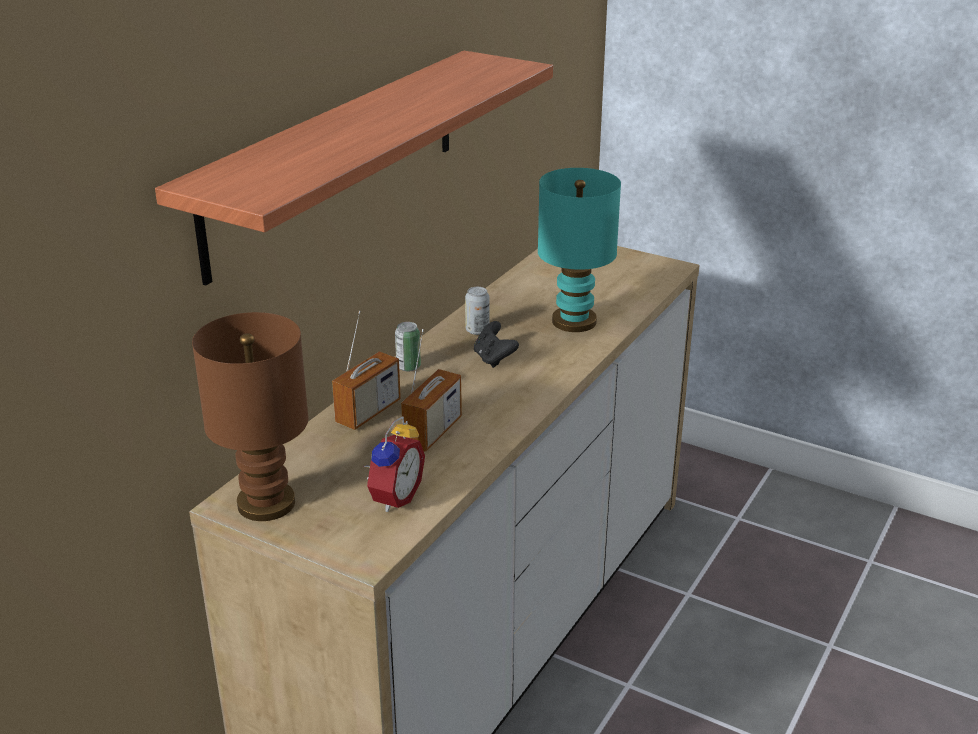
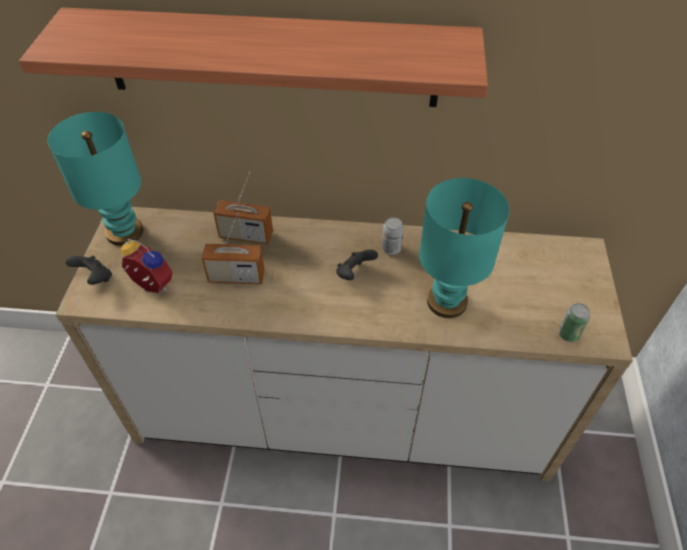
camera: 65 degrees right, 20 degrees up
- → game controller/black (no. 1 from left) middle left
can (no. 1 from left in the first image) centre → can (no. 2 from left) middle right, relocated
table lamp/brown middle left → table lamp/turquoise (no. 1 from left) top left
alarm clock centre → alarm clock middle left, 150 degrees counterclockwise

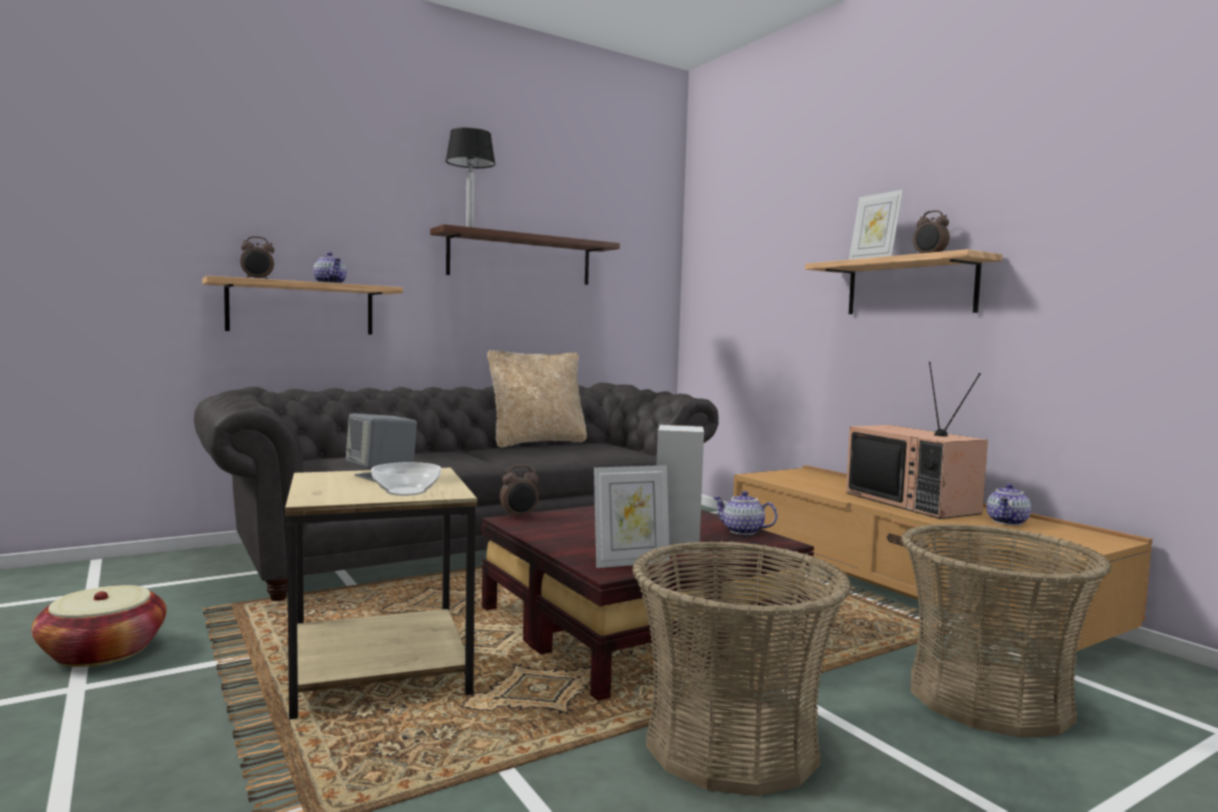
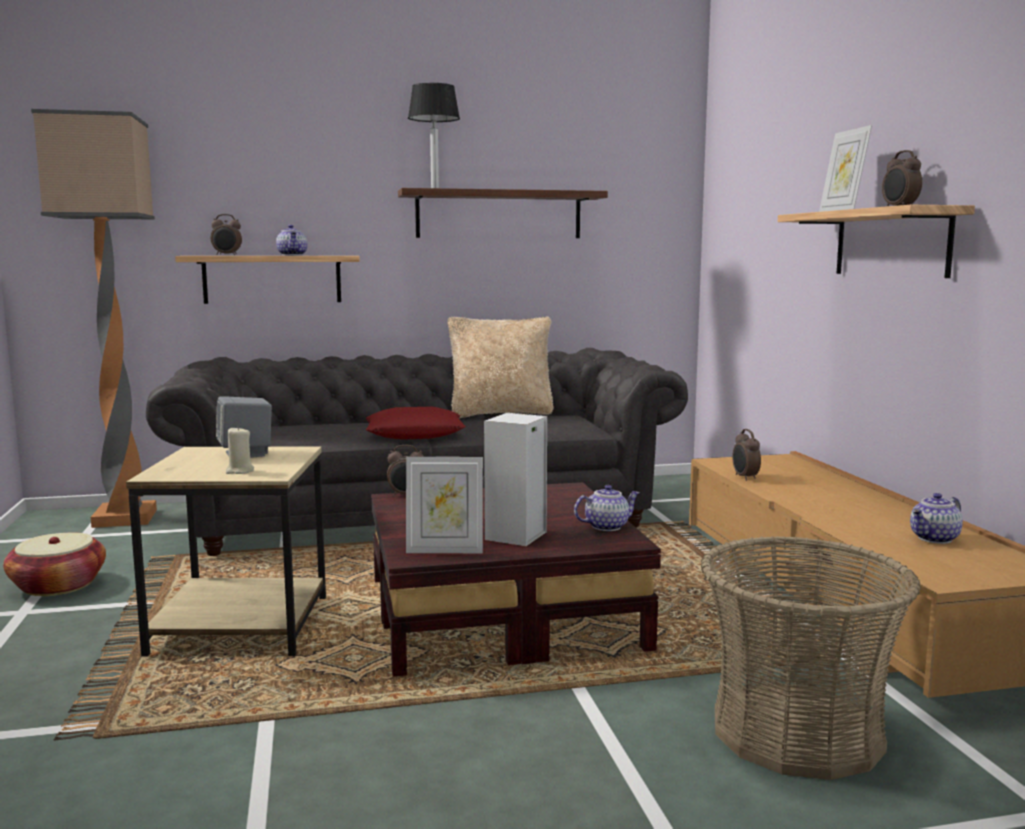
camera: 20 degrees right, 5 degrees up
basket (no. 2 from left) bottom centre → -
television middle right → -
- → floor lamp middle left
- → pillow/red centre
- → alarm clock (no. 3 from left) middle right
bowl centre → candle/beige middle left
teapot (no. 2 from left) centre, 105 degrees clockwise

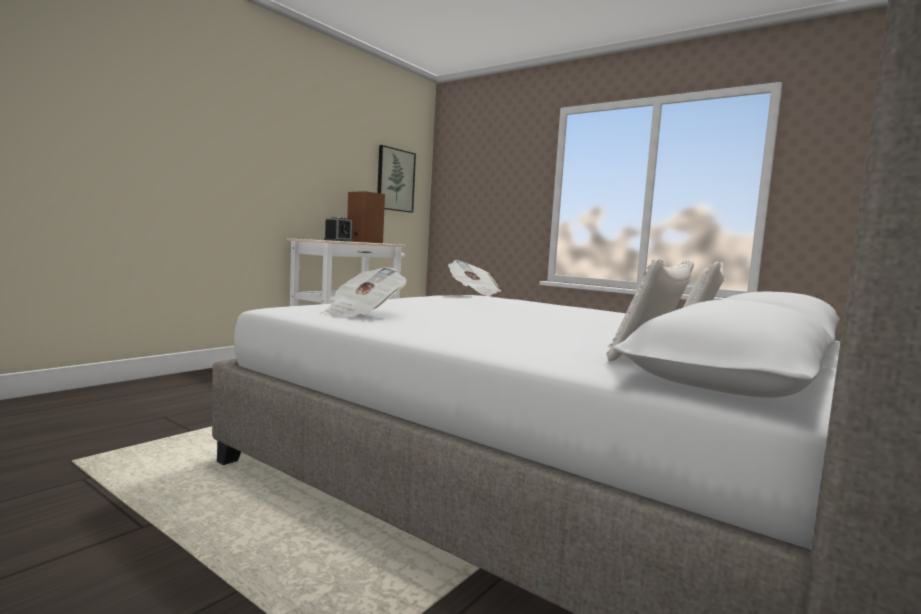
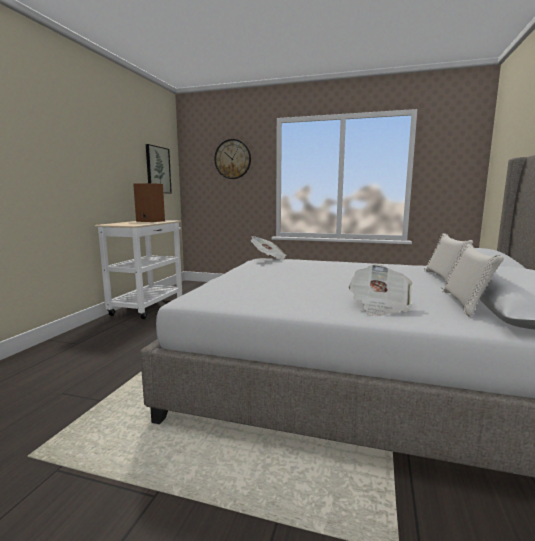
camera: 20 degrees left, 5 degrees up
alarm clock centre → -
- → wall clock top centre
newspaper (no. 1 from left in the first image) centre → newspaper (no. 2 from left) middle right, relocated

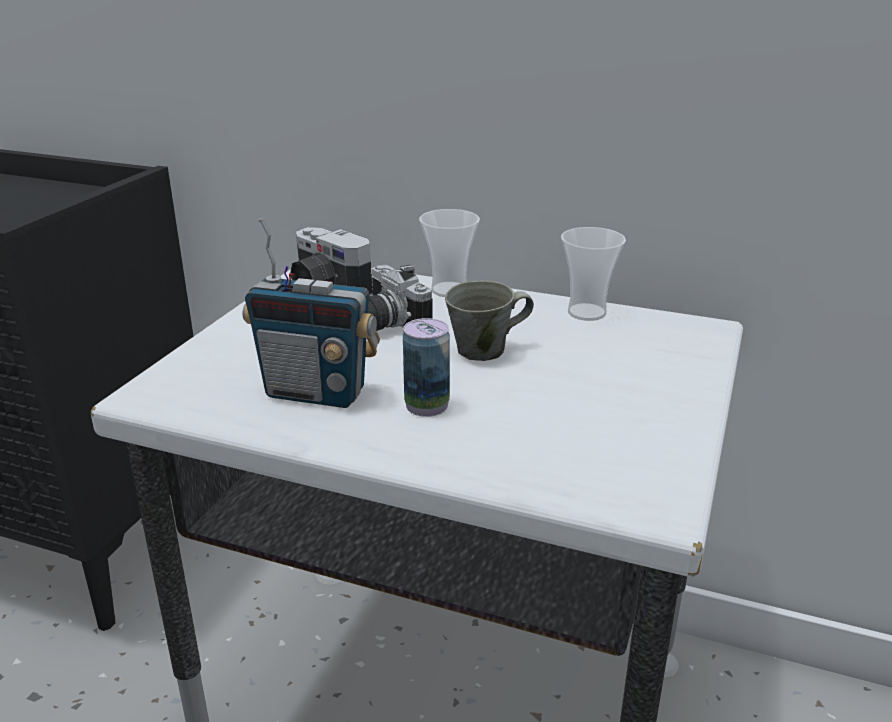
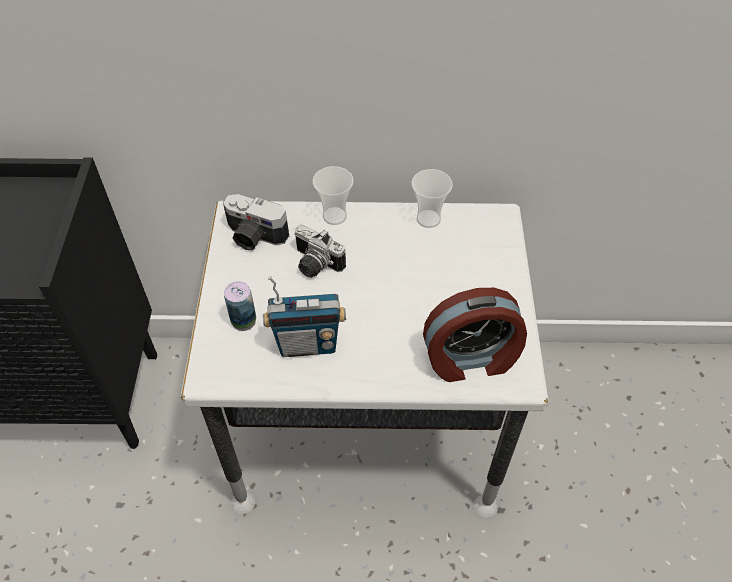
camera: 20 degrees left, 25 degrees up
mug/grey centre → -
- → alarm clock centre
can centre → can middle left, relocated

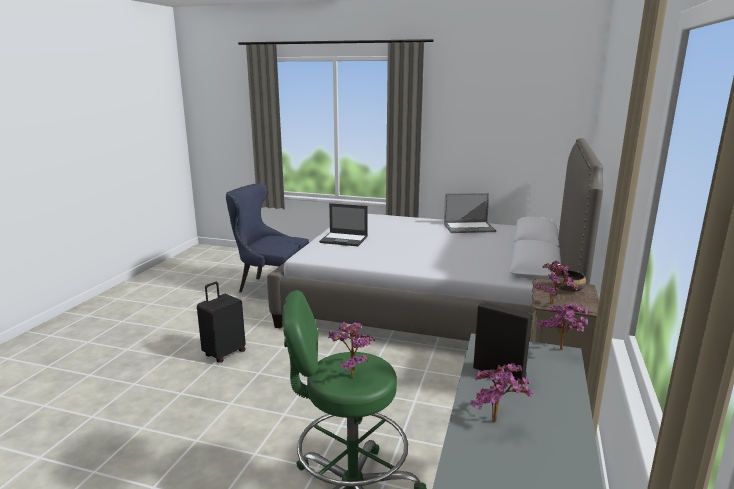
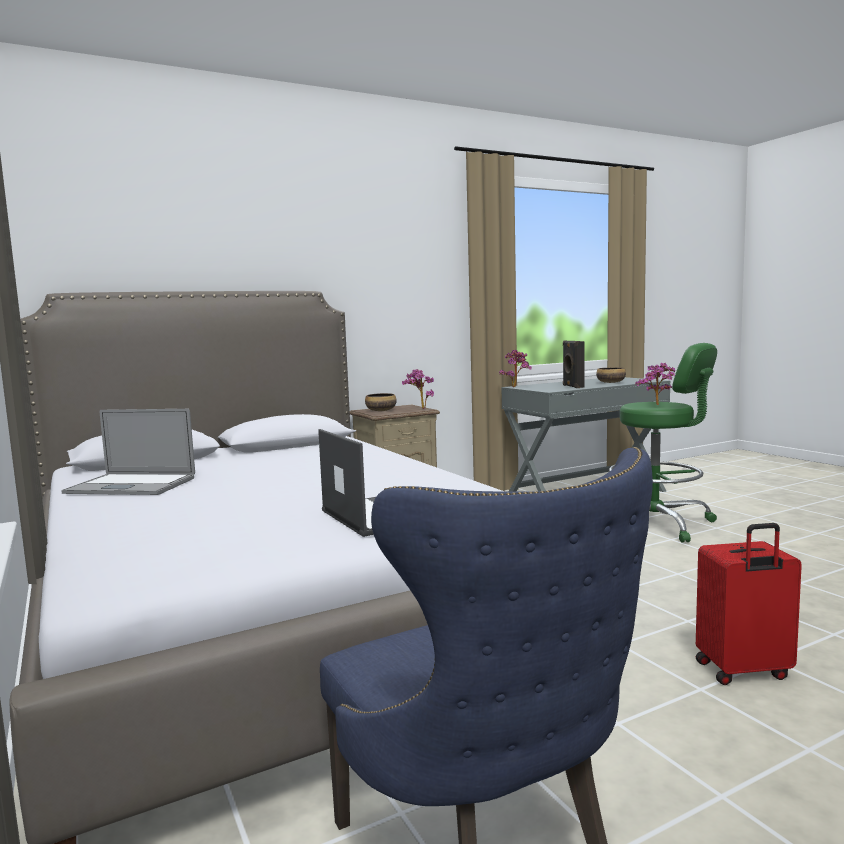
camera: 135 degrees left, 10 degrees down
potted plant (no. 2 from left) bottom right → bowl (no. 2 from left) middle right
suitcase/black middle left → suitcase/red bottom right
laptop (no. 2 from left in the first image) centre → laptop (no. 1 from left) middle left, 150 degrees clockwise

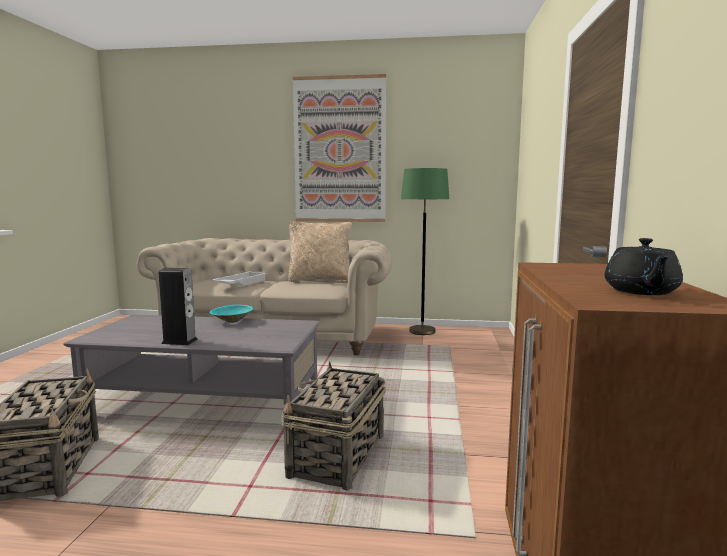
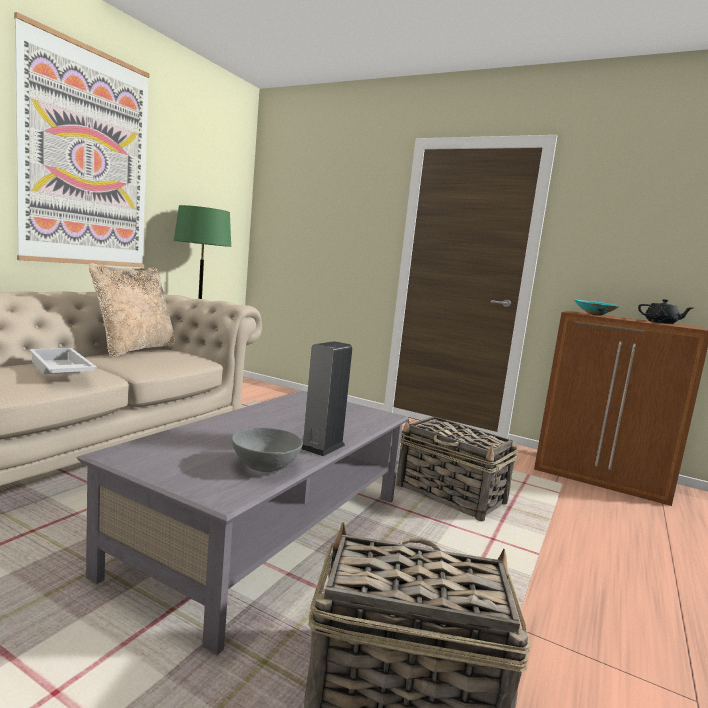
camera: 70 degrees left, 0 degrees up
- → bowl/grey centre
bowl/turquoise middle left → bowl/turquoise middle right, relocated

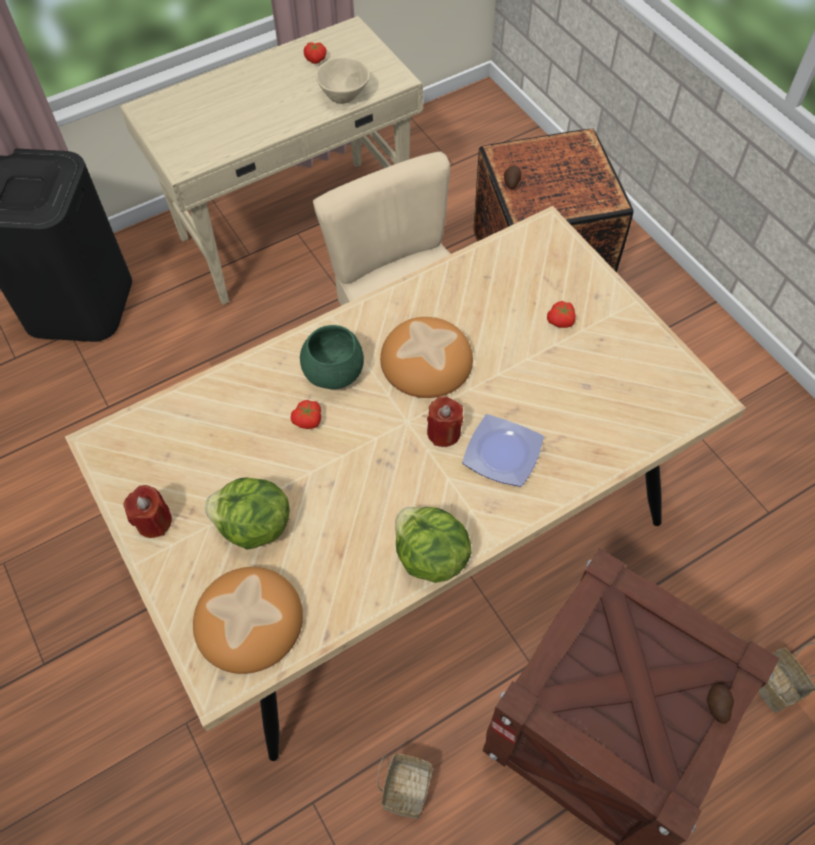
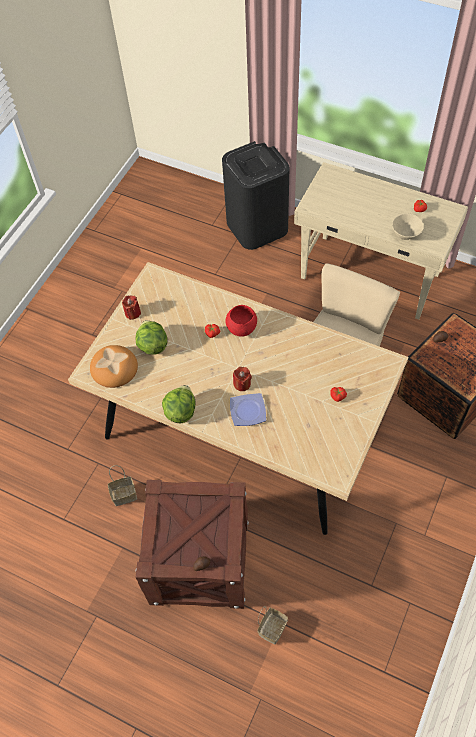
camera: 60 degrees right, 0 degrees up
bread (no. 2 from left) centre → -
bowl/green centre → bowl/red centre

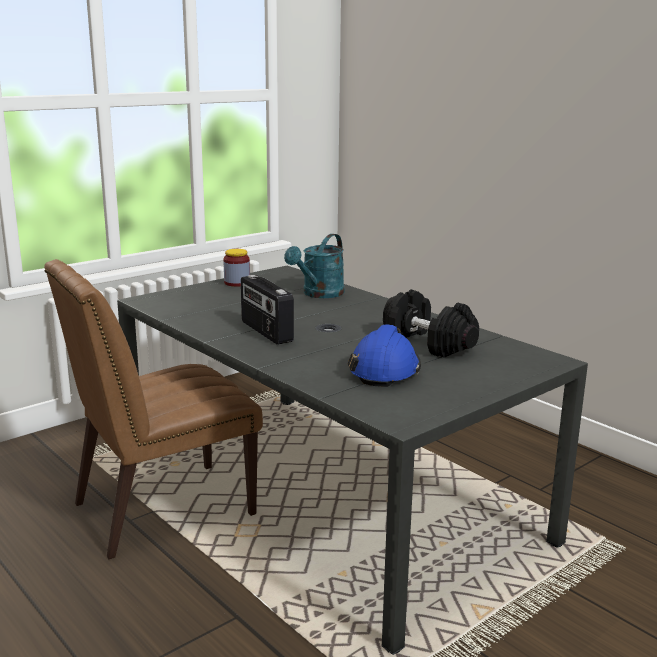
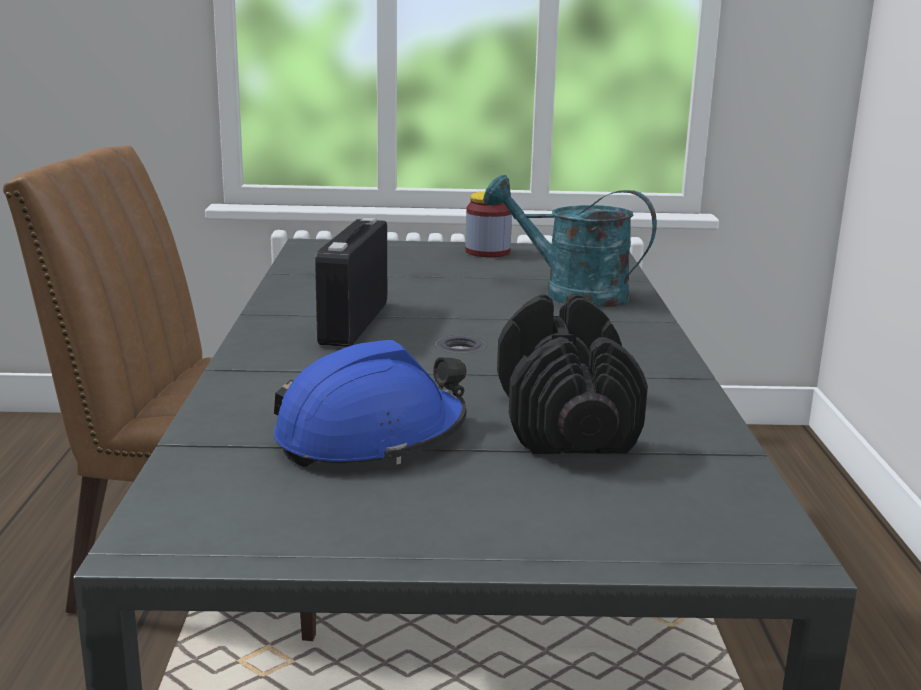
camera: 40 degrees right, 0 degrees up
watering can/turquoise centre, 45 degrees clockwise

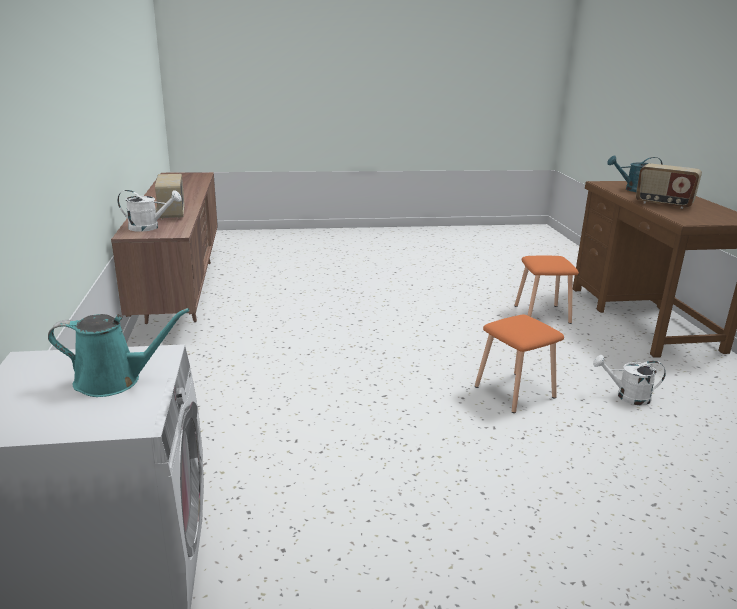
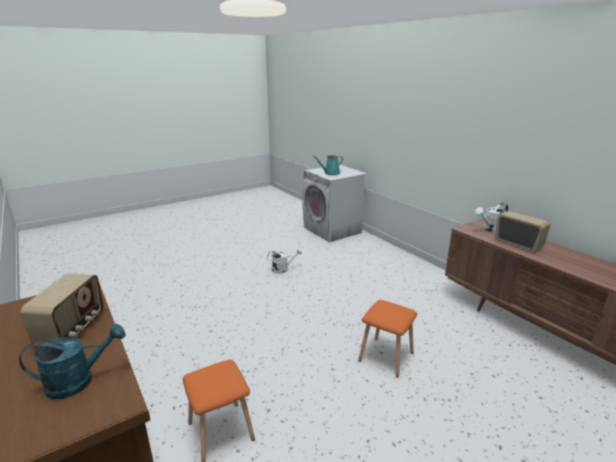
camera: 155 degrees right, 0 degrees up
stool/orange (no. 1 from left in the first image) middle right → stool/orange (no. 2 from left) bottom centre, relocated
watering can/white (no. 2 from left in the first image) middle right → watering can/white (no. 1 from left) centre, relocated
radio (no. 2 from left in the first image) top right → radio (no. 1 from left) bottom left, 90 degrees clockwise

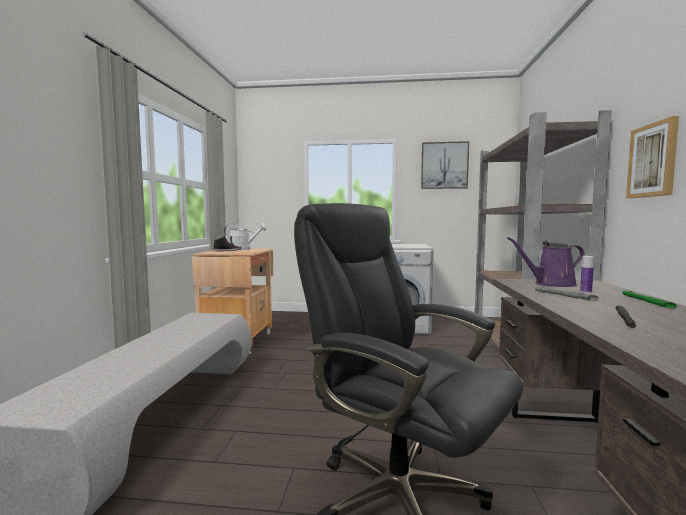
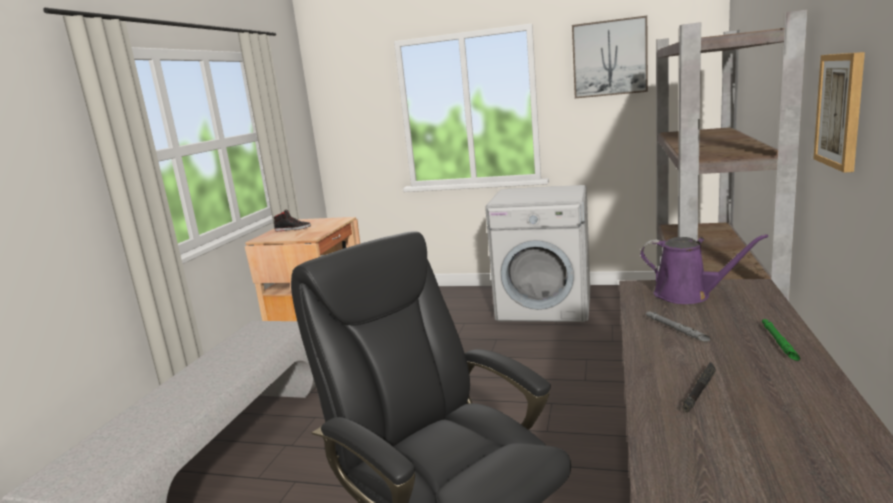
camera: 10 degrees right, 10 degrees up
watering can/white centre → -
bottle middle right → -
watering can/purple middle right, 150 degrees counterclockwise

